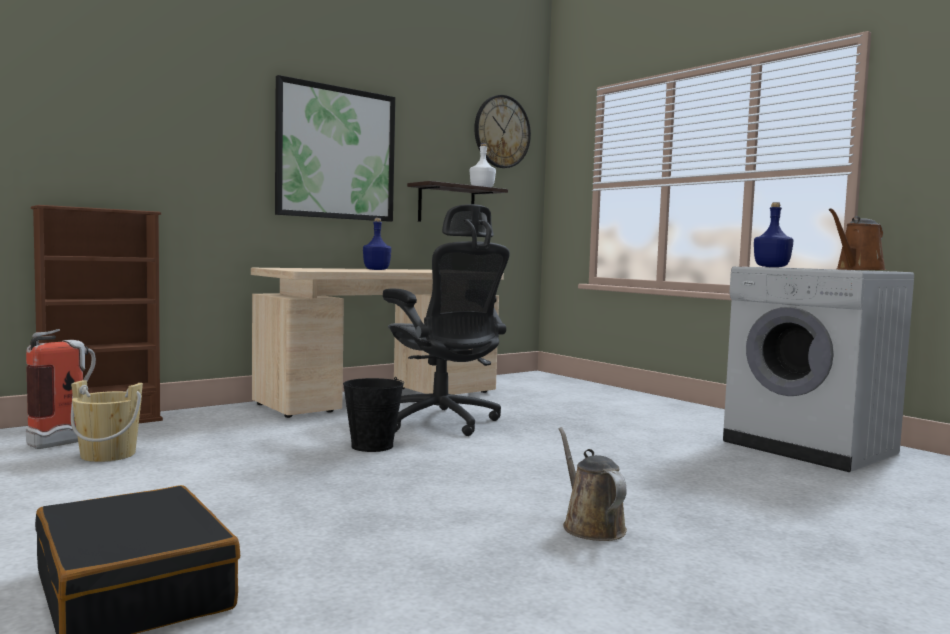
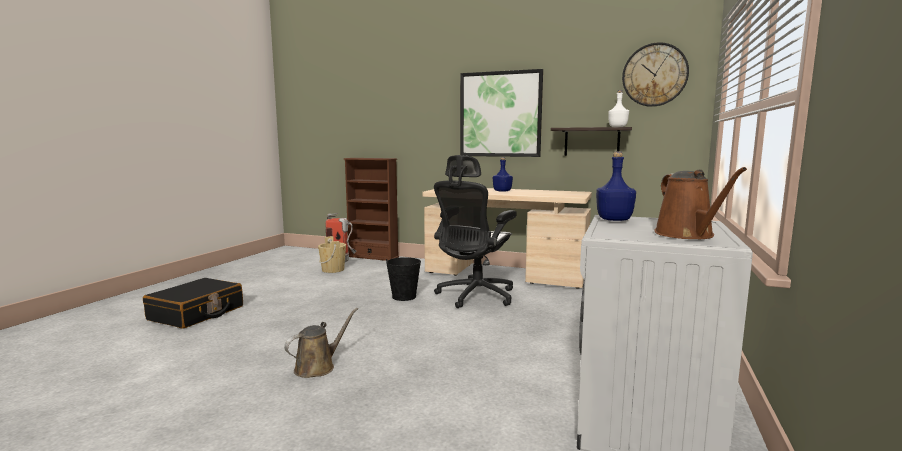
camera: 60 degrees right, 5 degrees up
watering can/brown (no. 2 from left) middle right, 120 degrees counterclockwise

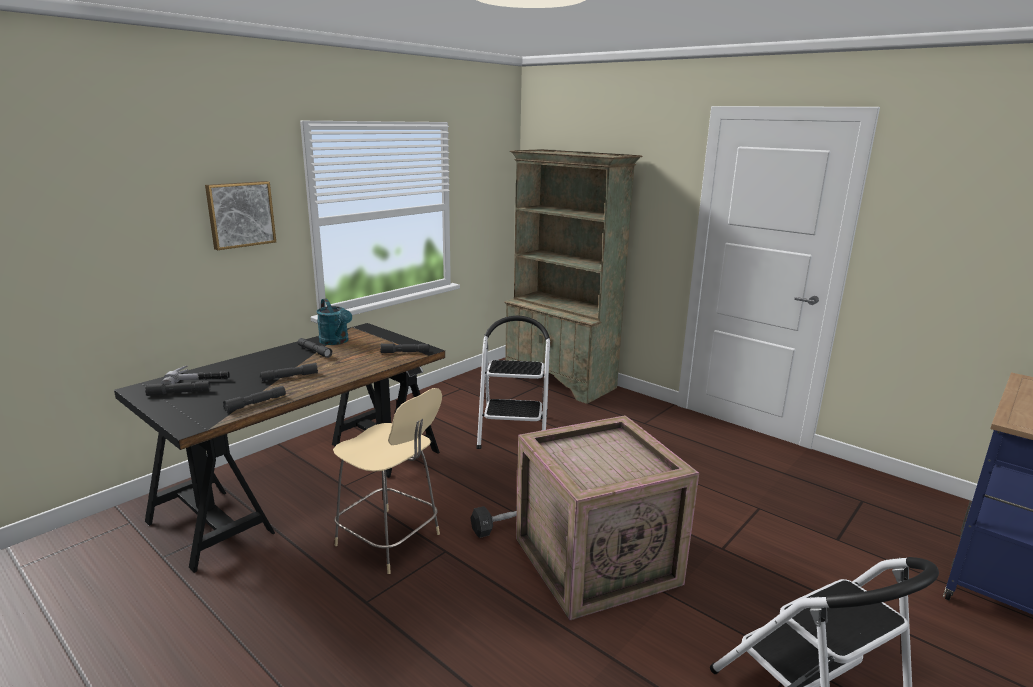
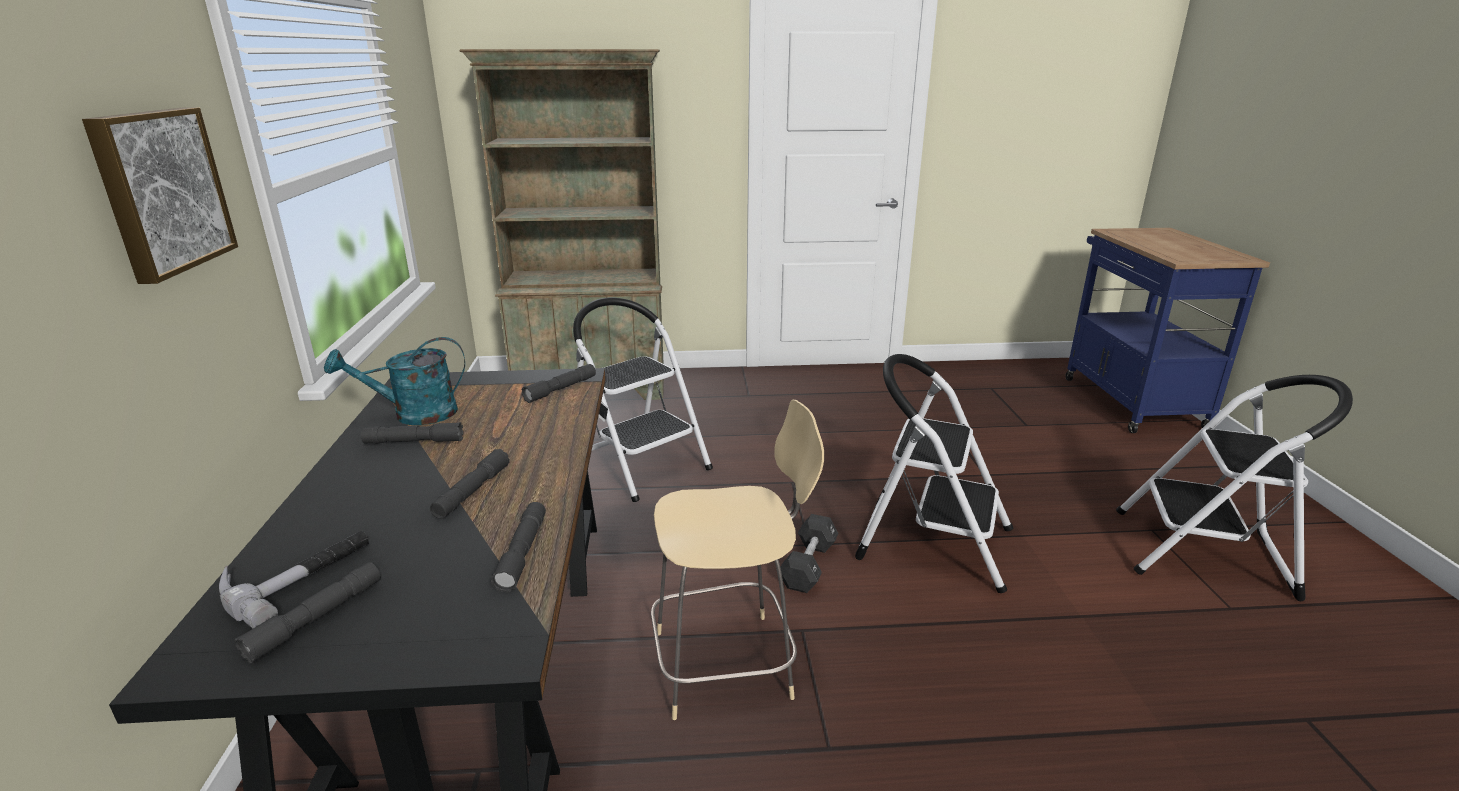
camera: 45 degrees left, 5 degrees up
crate bottom centre → step ladder (no. 2 from left) centre
watering can/turquoise middle left, 150 degrees clockwise

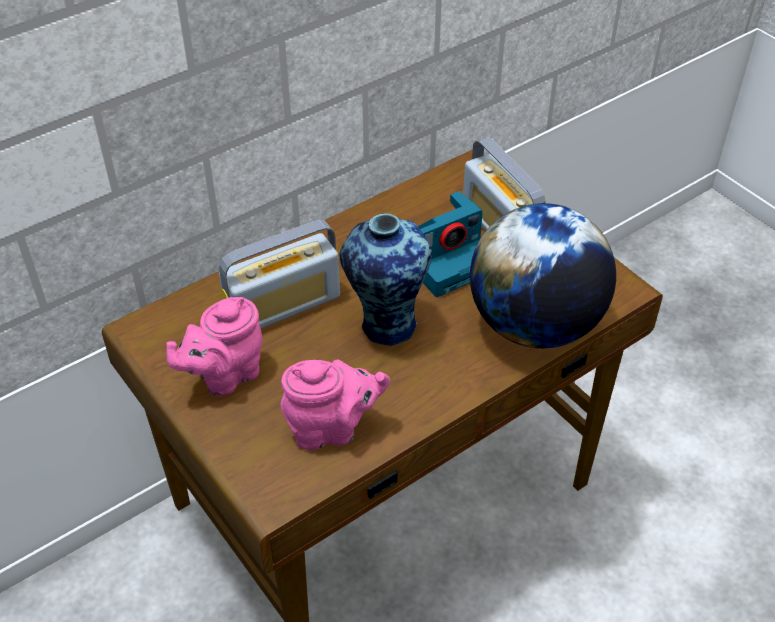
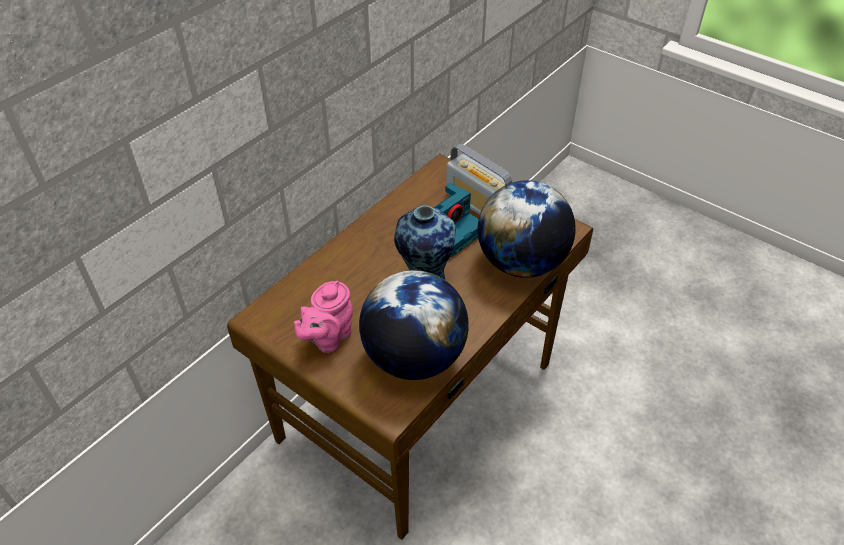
camera: 15 degrees left, 0 degrees up
radio (no. 1 from left) centre → -
teapot/pink (no. 2 from left) centre → globe (no. 1 from left) centre

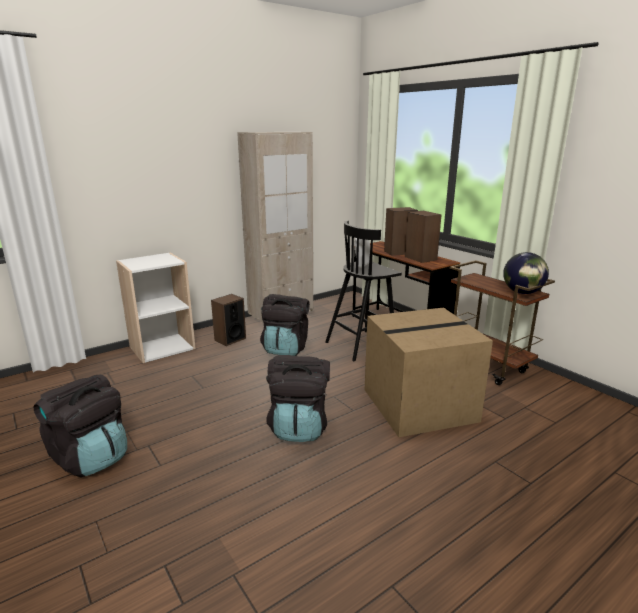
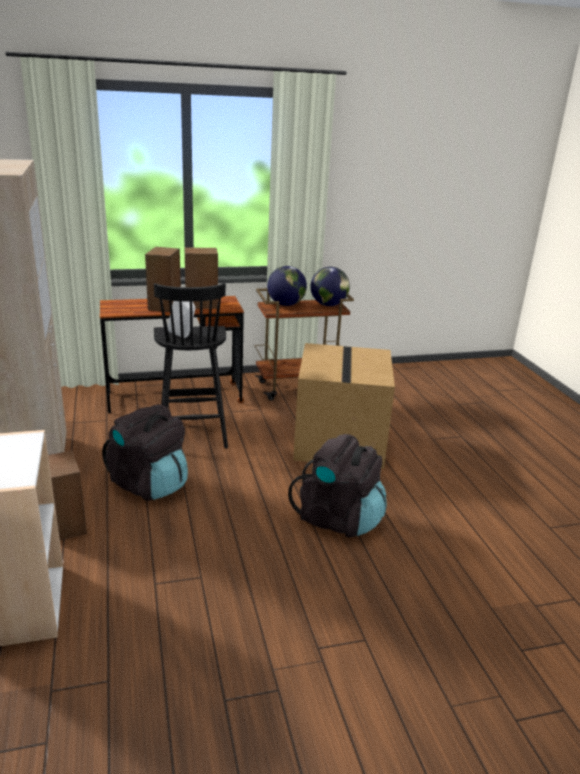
camera: 70 degrees left, 5 degrees up
backpack/black (no. 1 from left) bottom left → -
- → globe (no. 1 from left) centre

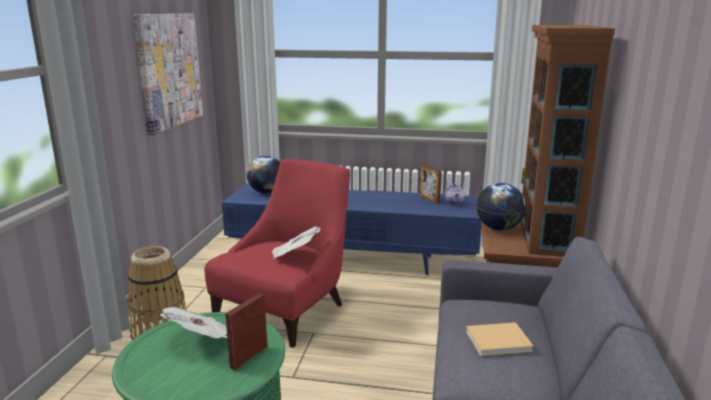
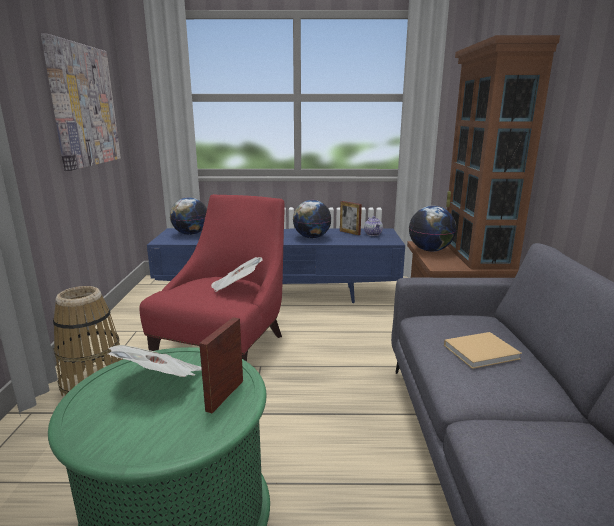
camera: 10 degrees left, 0 degrees up
- → globe (no. 2 from left) centre

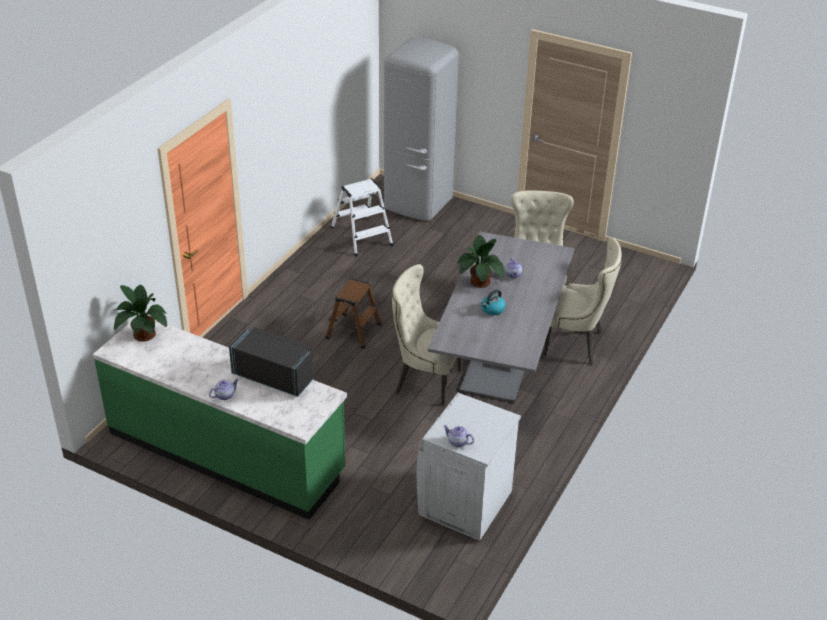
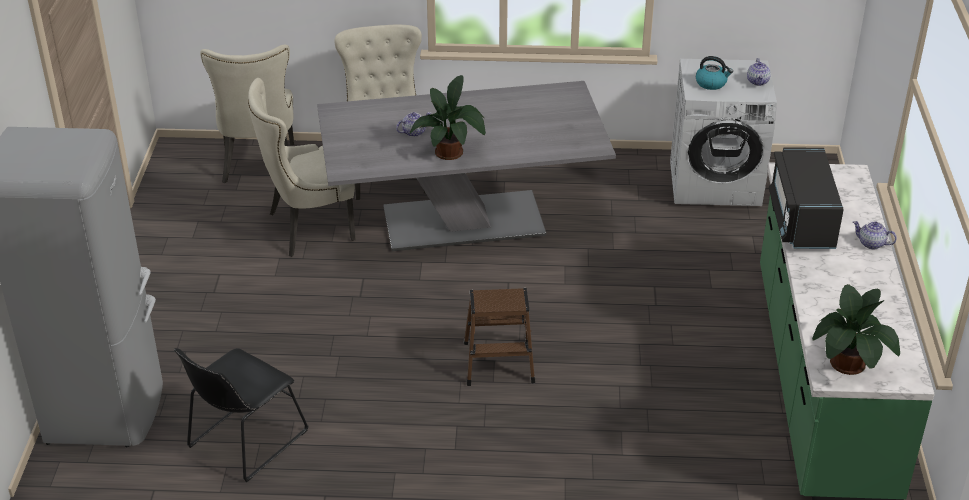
camera: 115 degrees left, 0 degrees up
chair/beige (no. 1 from left) centre → chair/beige (no. 1 from left) top left, relocated
kettle centre → kettle top right, relocated
step ladder/white centre → chair/black bottom left

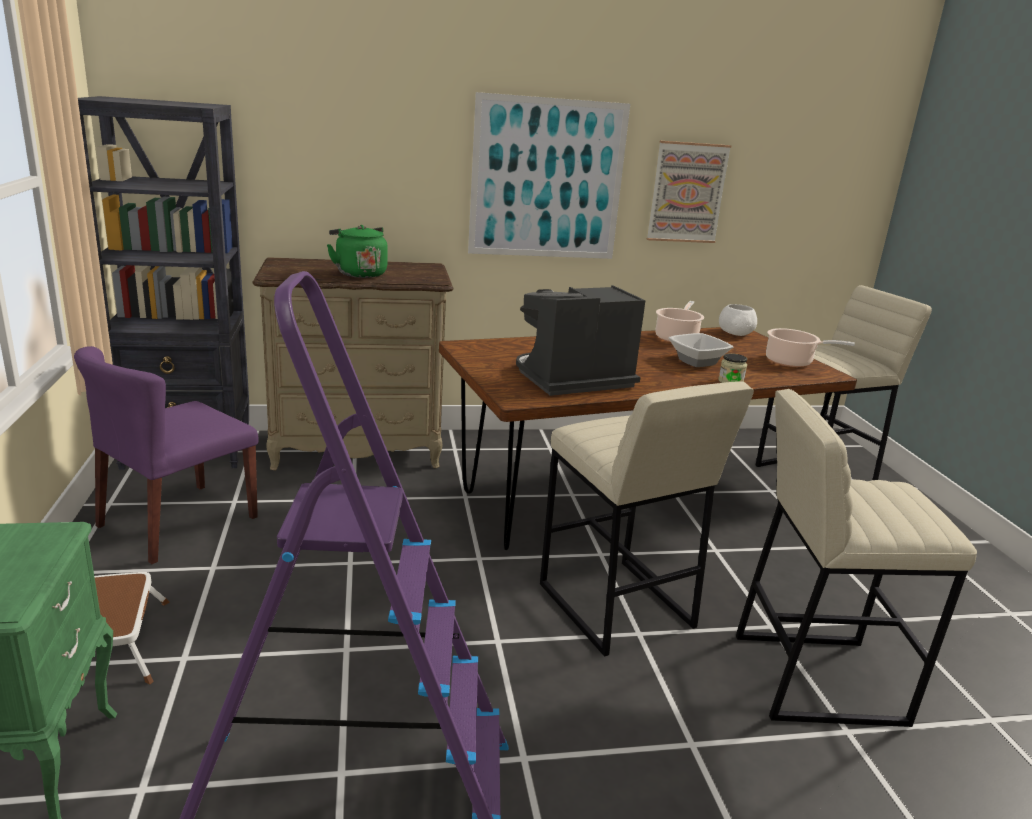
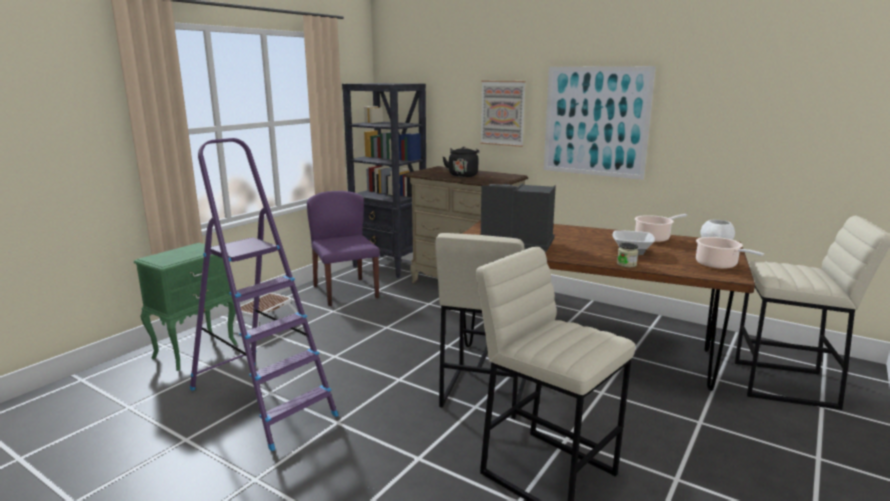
camera: 45 degrees right, 5 degrees down
picture (no. 2 from left in the first image) top right → picture (no. 1 from left) top centre, relocated
kettle/green top centre → kettle/black top centre
chair/purple middle left → chair/purple centre, 75 degrees clockwise

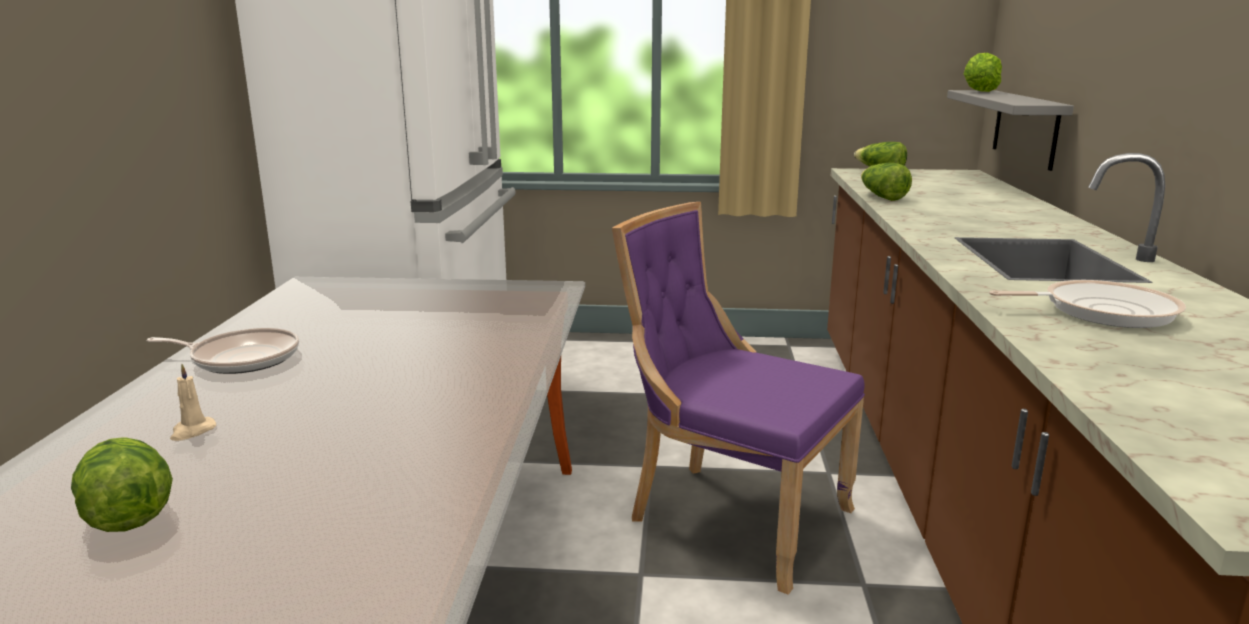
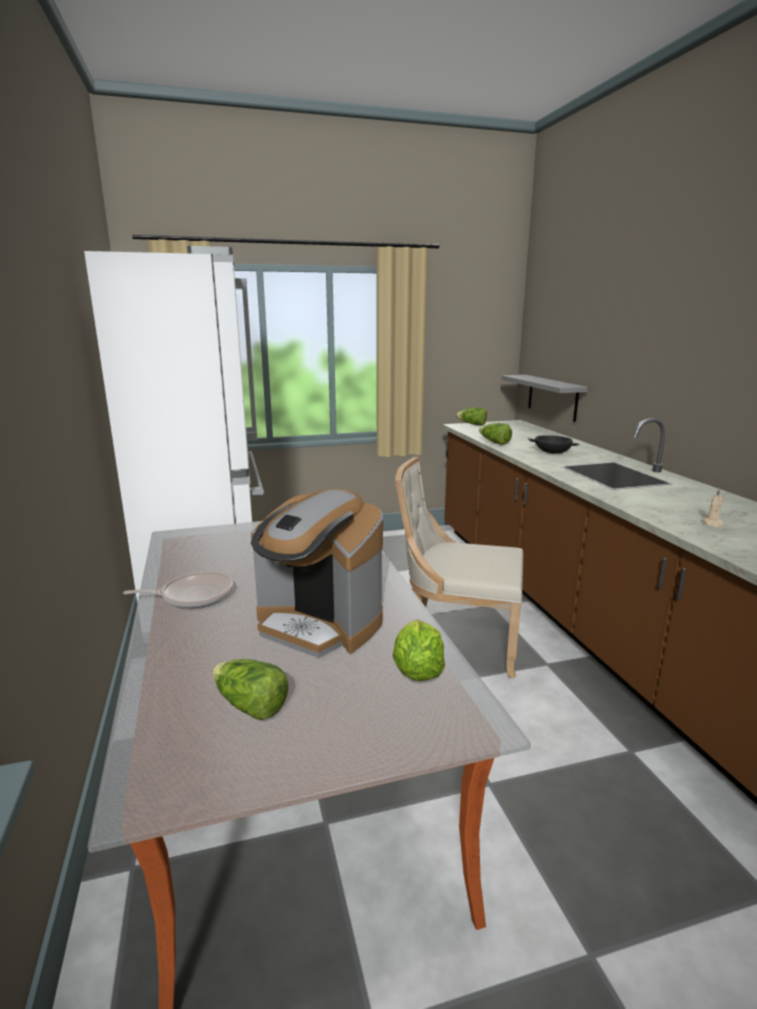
camera: 20 degrees left, 0 degrees up
frying pan (no. 2 from left) middle right → -
- → coffee machine centre
- → bowl/black middle right
candle/beige middle left → candle/beige middle right, relocated
lettuce (no. 4 from left in the first image) top right → lettuce (no. 2 from left) centre, relocated
chair/purple centre → chair/beige centre

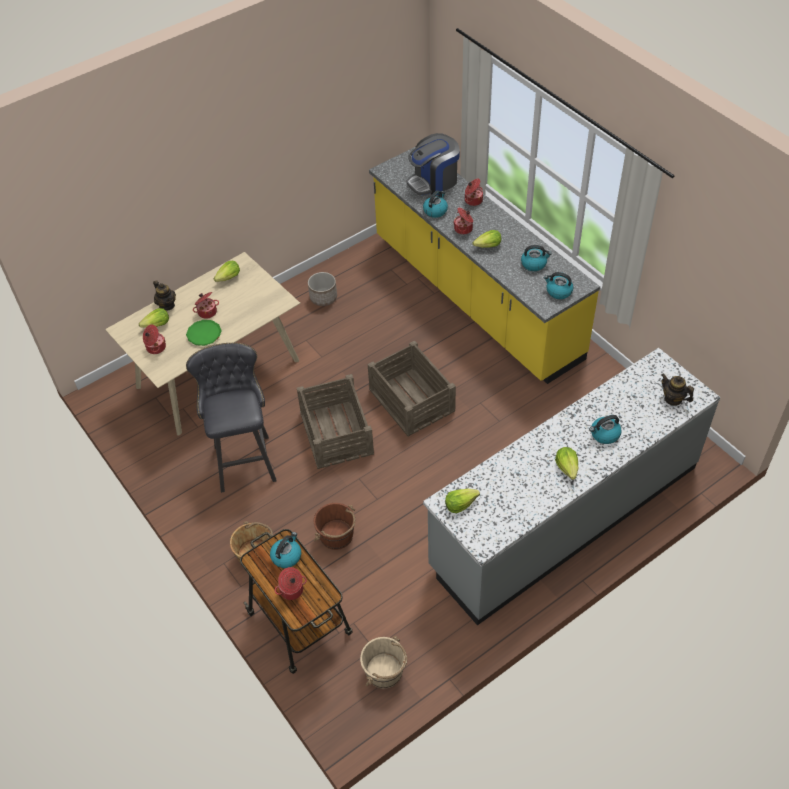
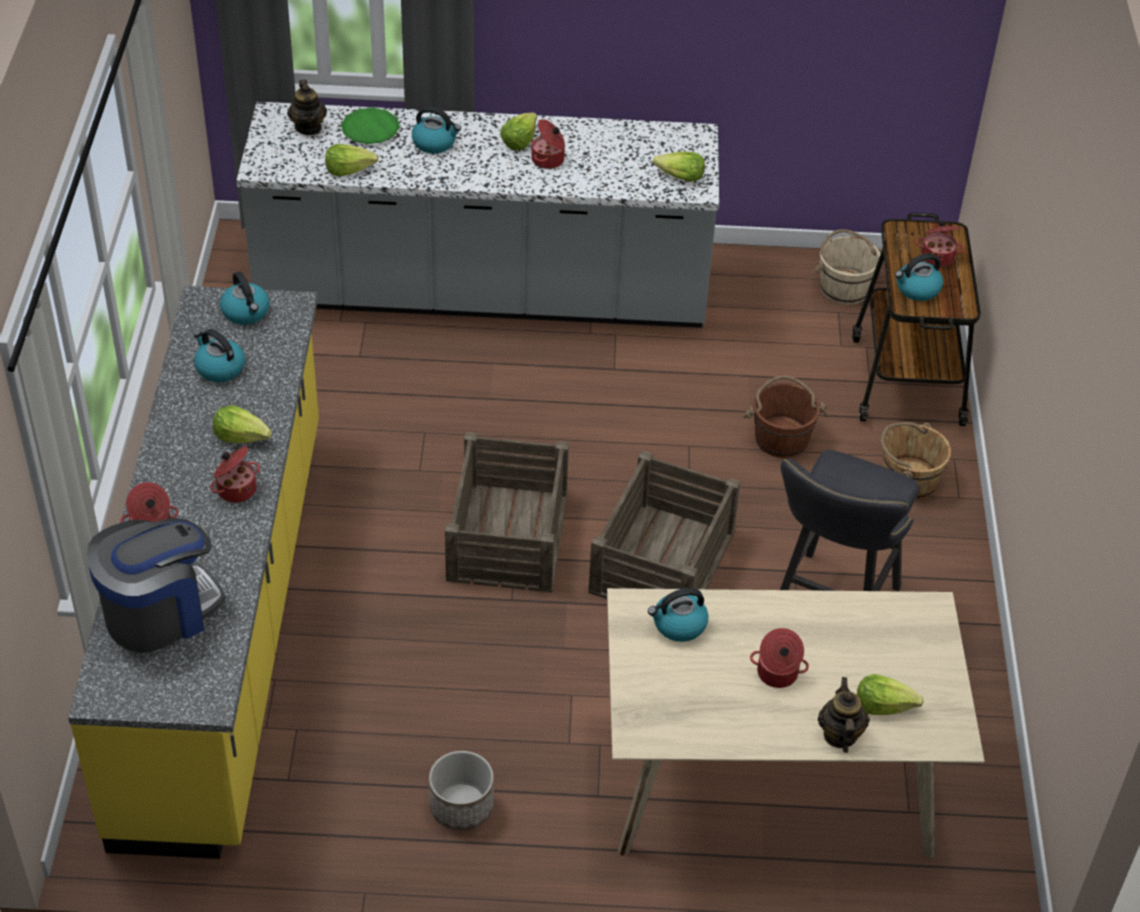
camera: 145 degrees left, 5 degrees down
cooking pot (no. 1 from left in the first image) middle left → cooking pot (no. 3 from left) top centre, relocated
plate/green middle left → plate/green top left, relocated
lettuce (no. 2 from left) middle left → lettuce (no. 2 from left) top left, relocated
kettle (no. 2 from left in the first image) top centre → kettle (no. 4 from left) bottom centre, relocated
coffee machine top centre → coffee machine middle left, 45 degrees counterclockwise

